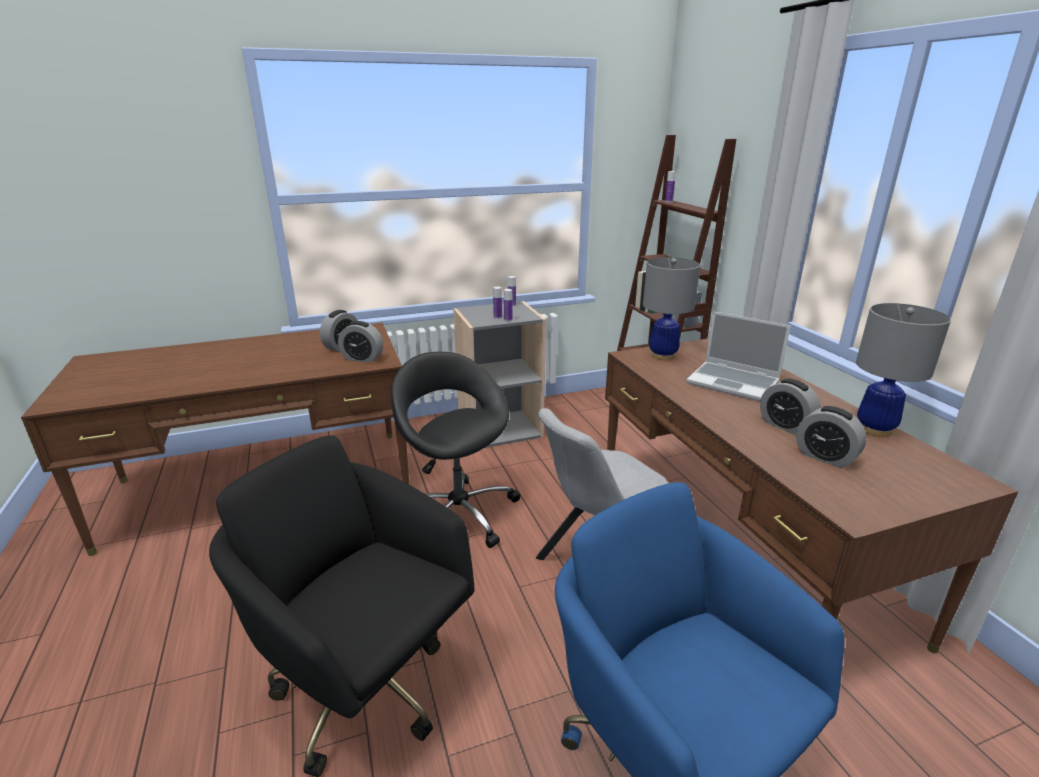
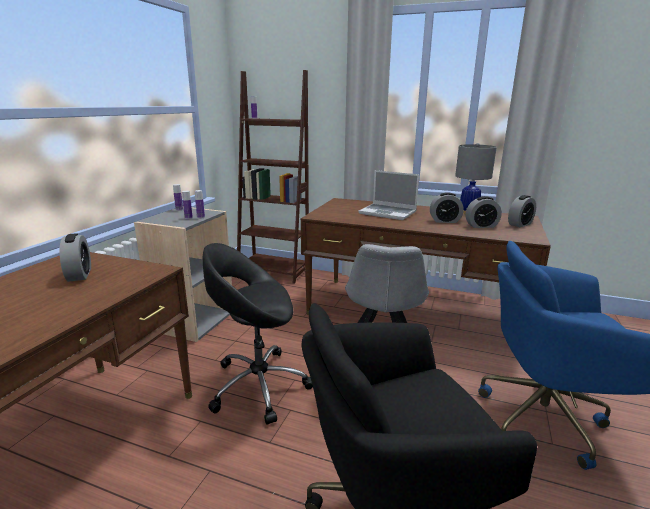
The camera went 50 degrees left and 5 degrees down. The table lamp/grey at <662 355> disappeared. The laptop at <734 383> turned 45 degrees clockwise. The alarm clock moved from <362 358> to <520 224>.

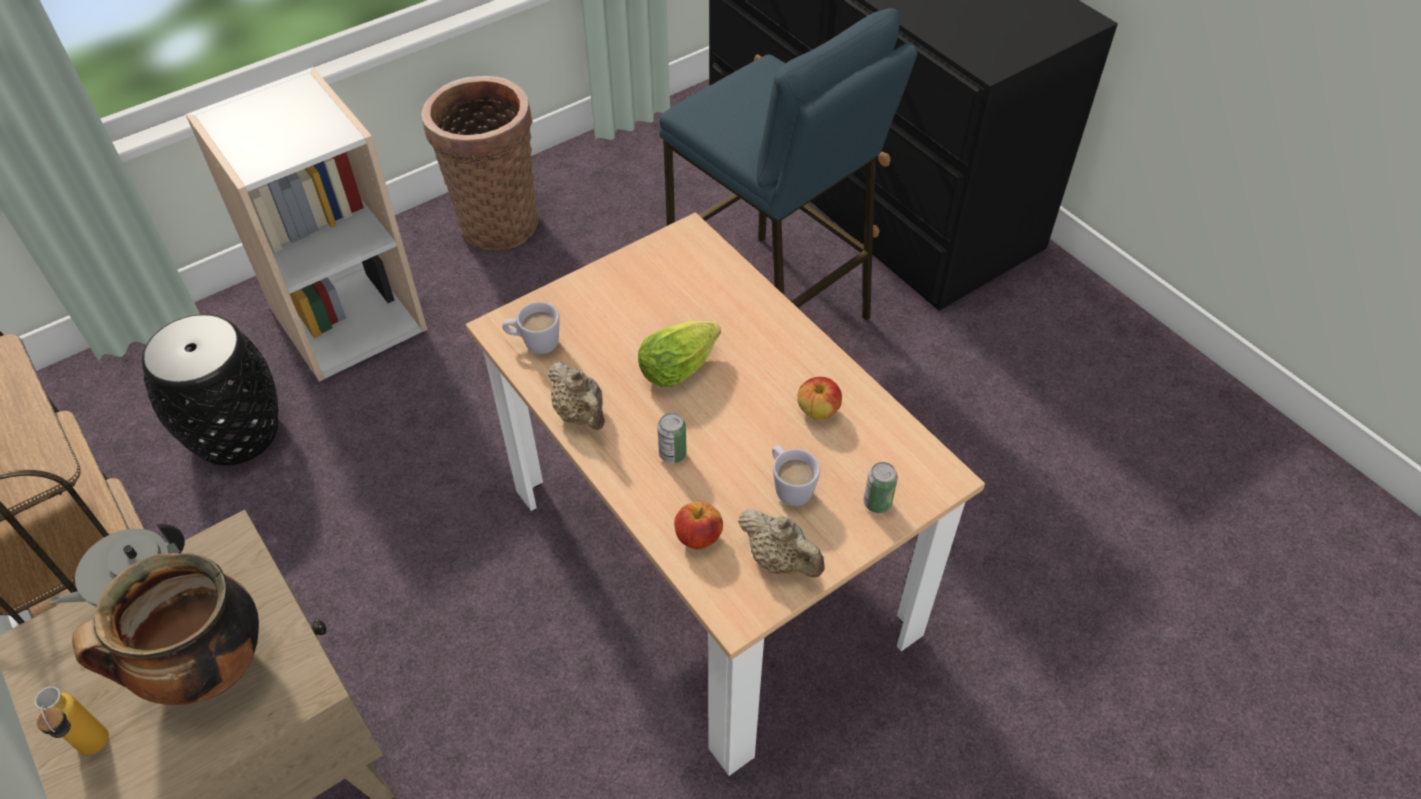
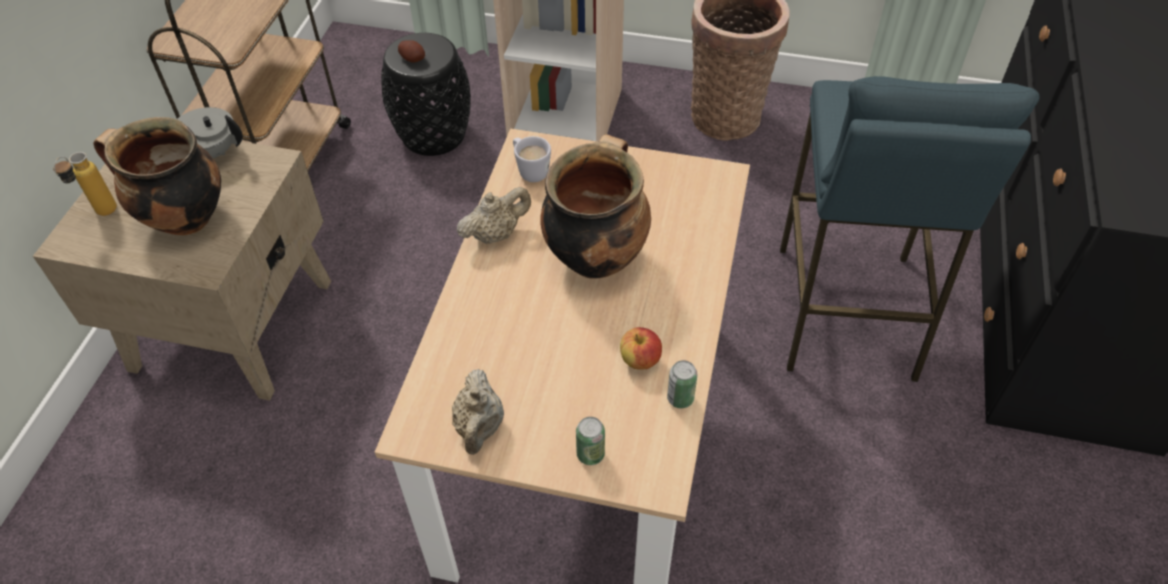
The camera went 50 degrees right and 0 degrees up. The lettuce at <682 366> was replaced by the cooking pot at <595 256>. The teapot/beige at <581 414> turned 135 degrees counterclockwise. The can moved from <672 454> to <680 398>. The mug/white at <789 486> disappeared. The apple at <698 537> disappeared. The potato at <413 58> appeared.

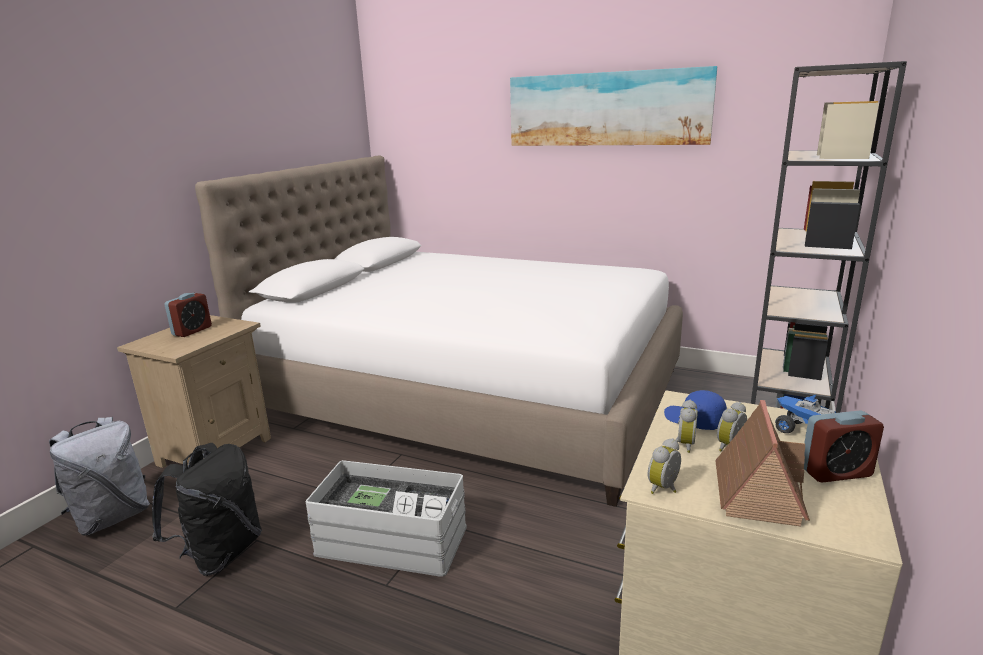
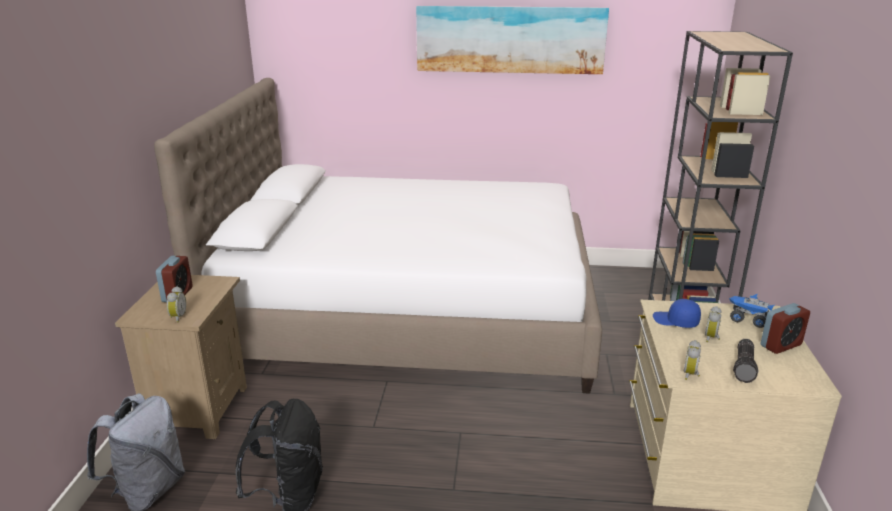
The camera went 20 degrees left and 5 degrees up. The alarm clock moved from <683 444> to <177 317>. The toy house at <756 492> was replaced by the flashlight at <745 367>. The storage box/grey at <393 539> disappeared.

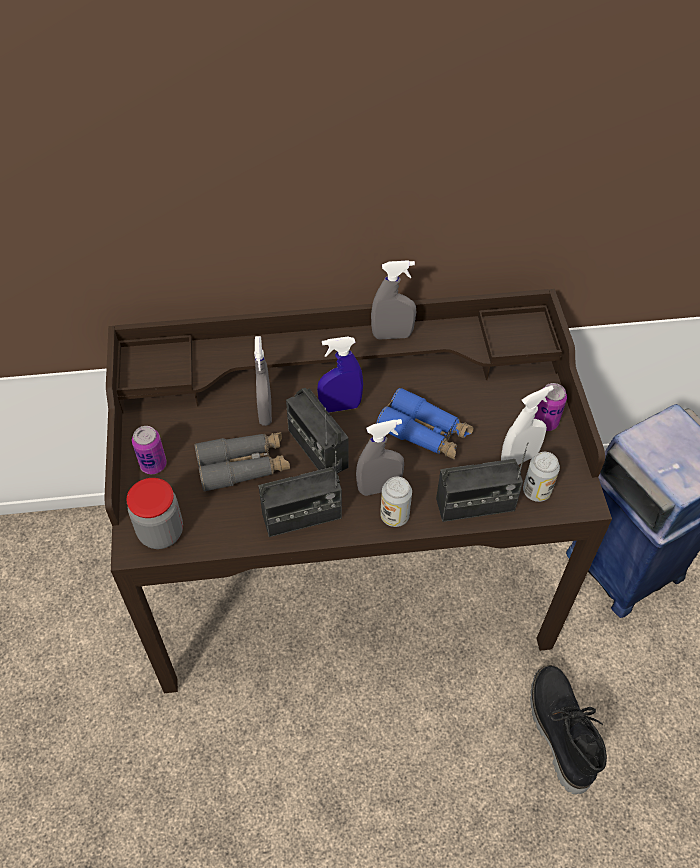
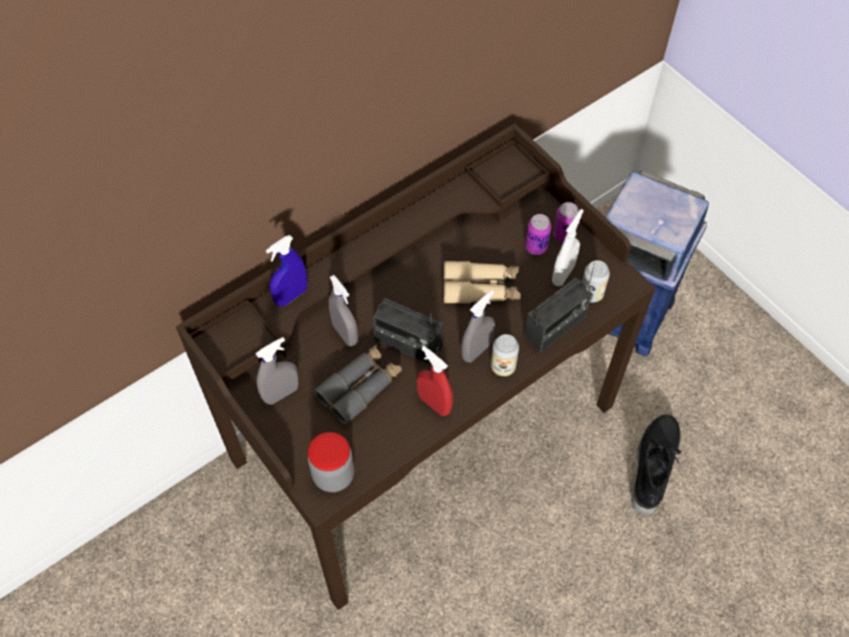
The camera went 30 degrees left and 5 degrees up. The spray bottle/grey moved from <392 335> to <281 394>. The spray bottle/blue moved from <340 406> to <291 296>. The binoculars/blue at <425 432> became the binoculars/beige at <481 288>. The can moved from <153 465> to <536 247>. The radio at <302 516> was replaced by the spray bottle/red at <434 403>. The boot/black at <557 731> turned 60 degrees clockwise.

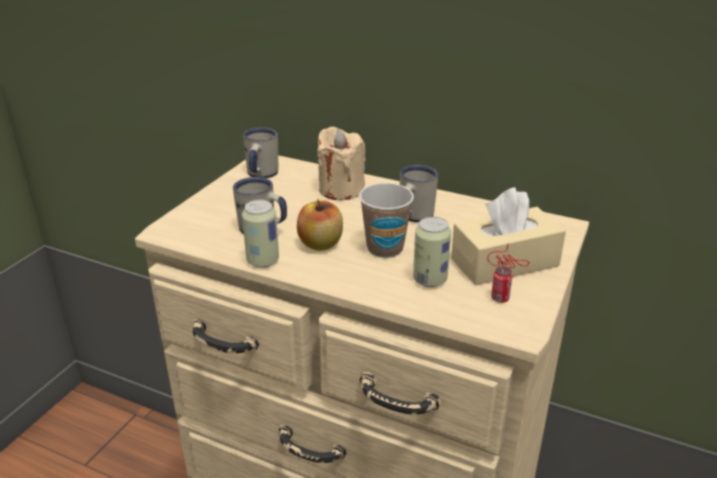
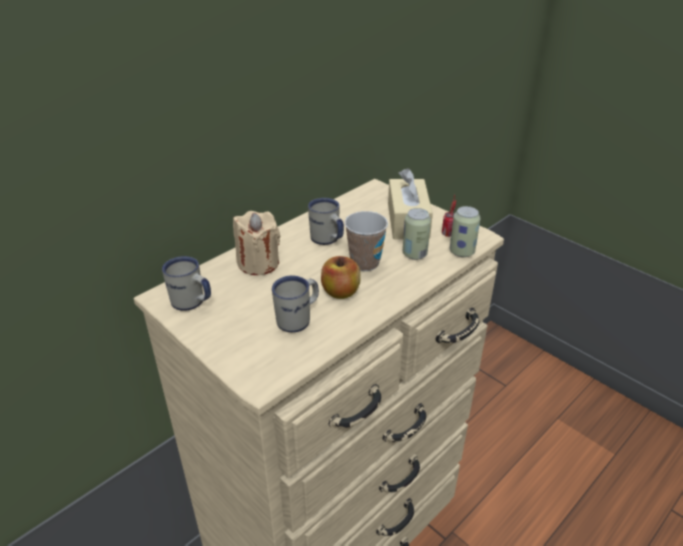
The camera went 70 degrees left and 5 degrees up. The can moved from <263 260> to <462 252>.

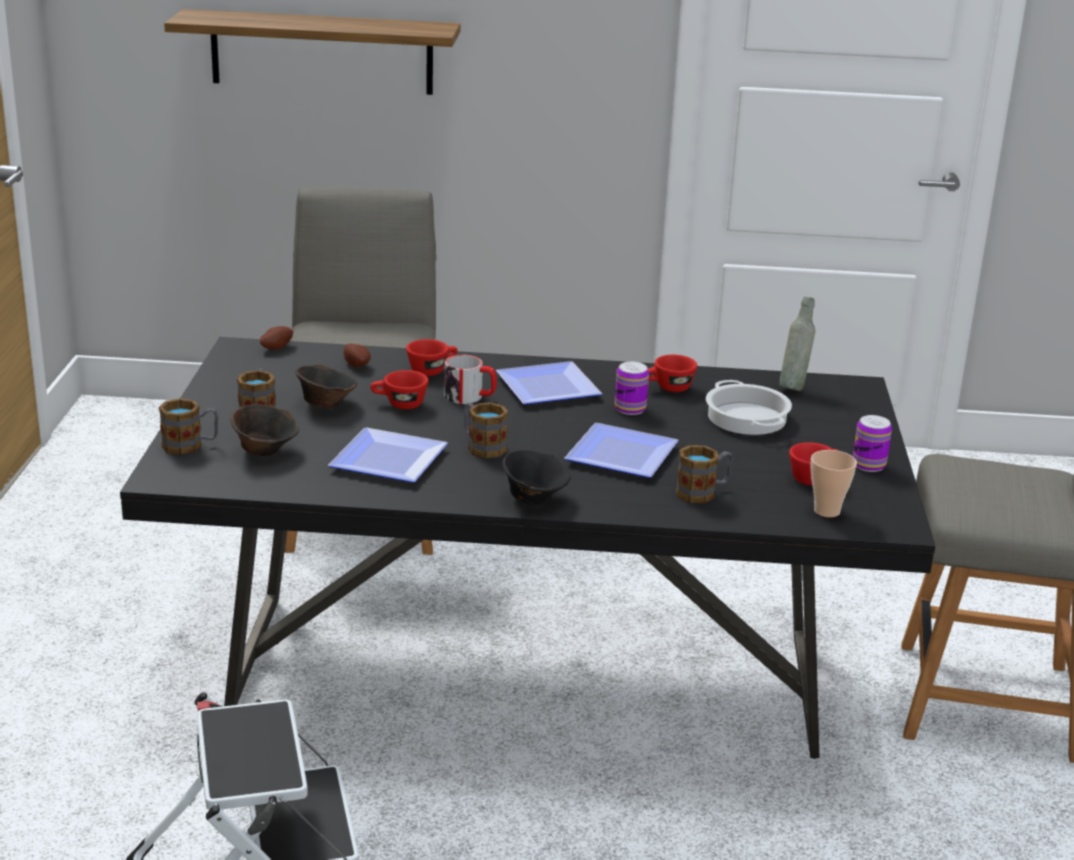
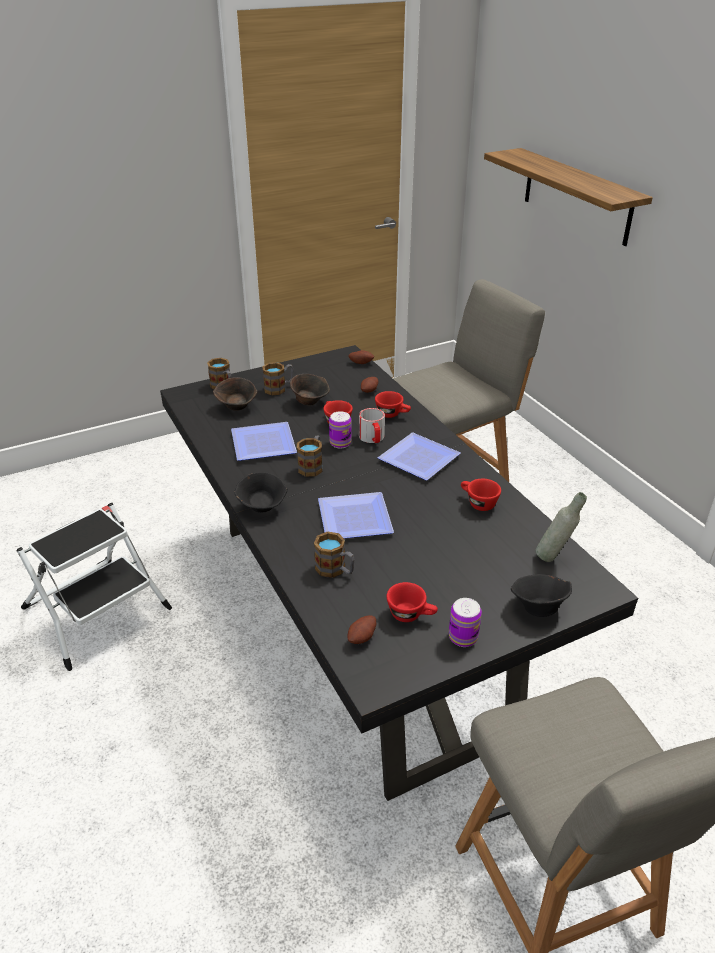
The camera went 60 degrees right and 10 degrees up. The can moved from <630 409> to <340 443>. The cooking pot at <745 418> disappeared. The cup at <827 511> was replaced by the potato at <362 638>. The bowl/black at <537 608> appeared.

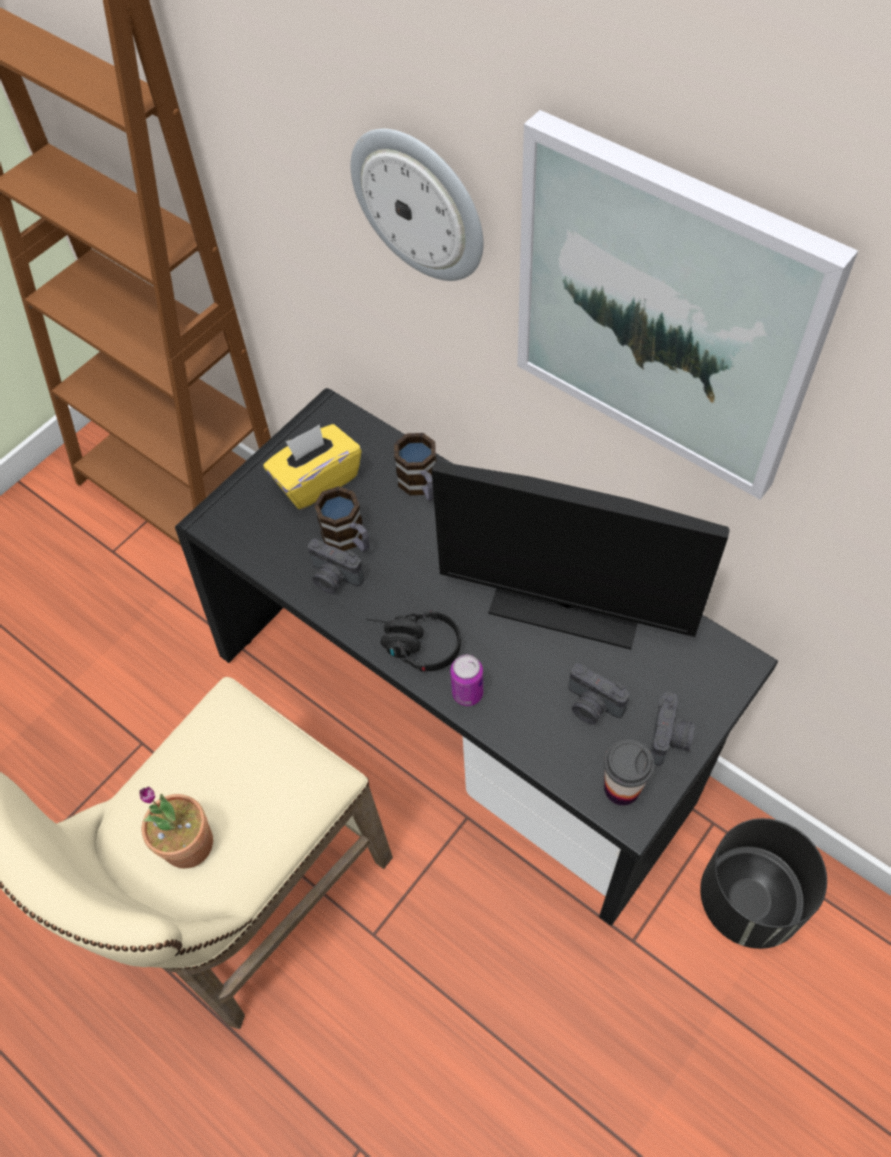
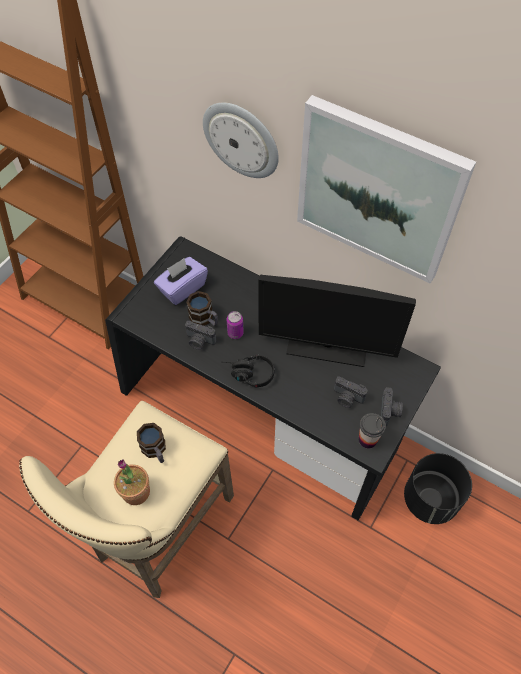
The camera went 10 degrees left and 0 degrees up. The tissue box/yellow at <317 480> became the tissue box/purple at <182 288>. The mug moved from <421 486> to <155 451>. The can moved from <467 693> to <235 333>.

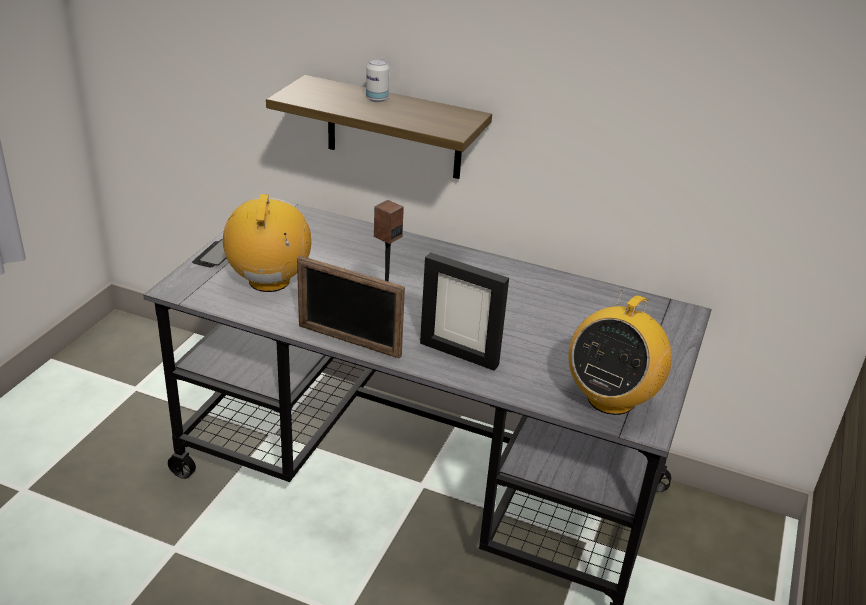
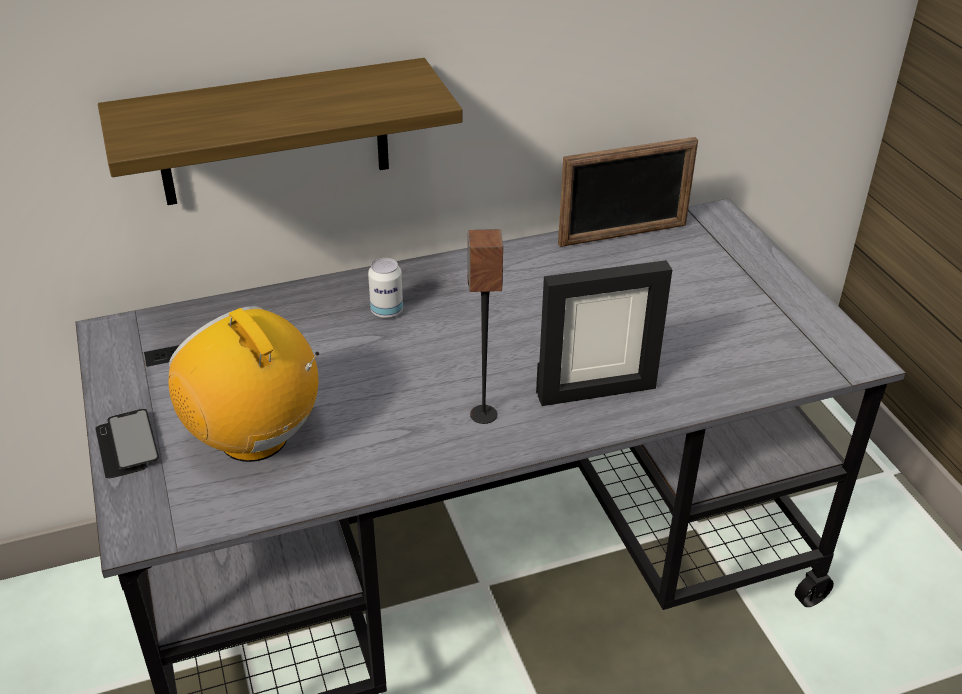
The camera went 40 degrees left and 5 degrees up. The can moved from <377 99> to <387 311>. The picture frame moved from <349 341> to <623 235>. The radio at <610 399> disappeared.

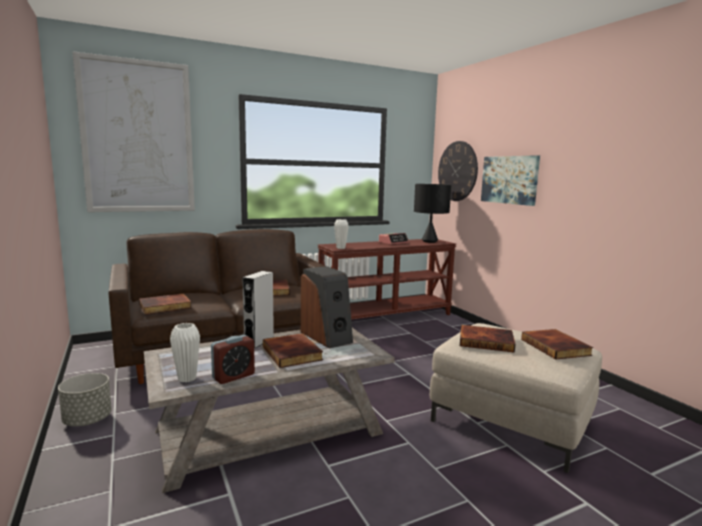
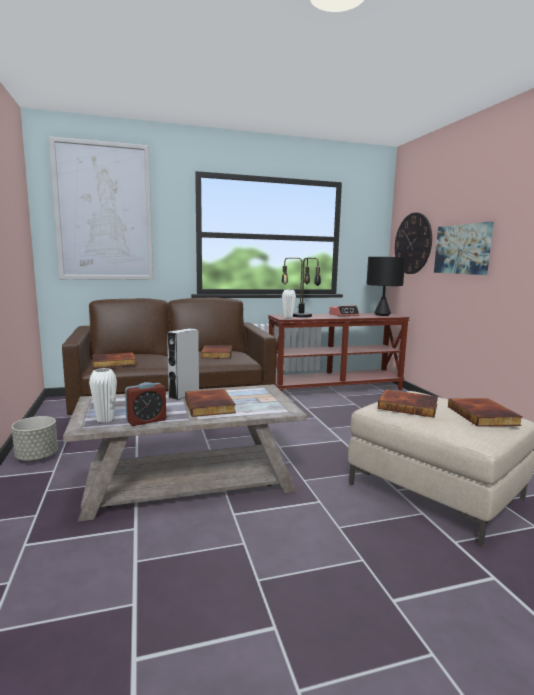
The camera went 10 degrees right and 0 degrees up. The speaker at <327 336> disappeared. The table lamp at <301 316> appeared.

